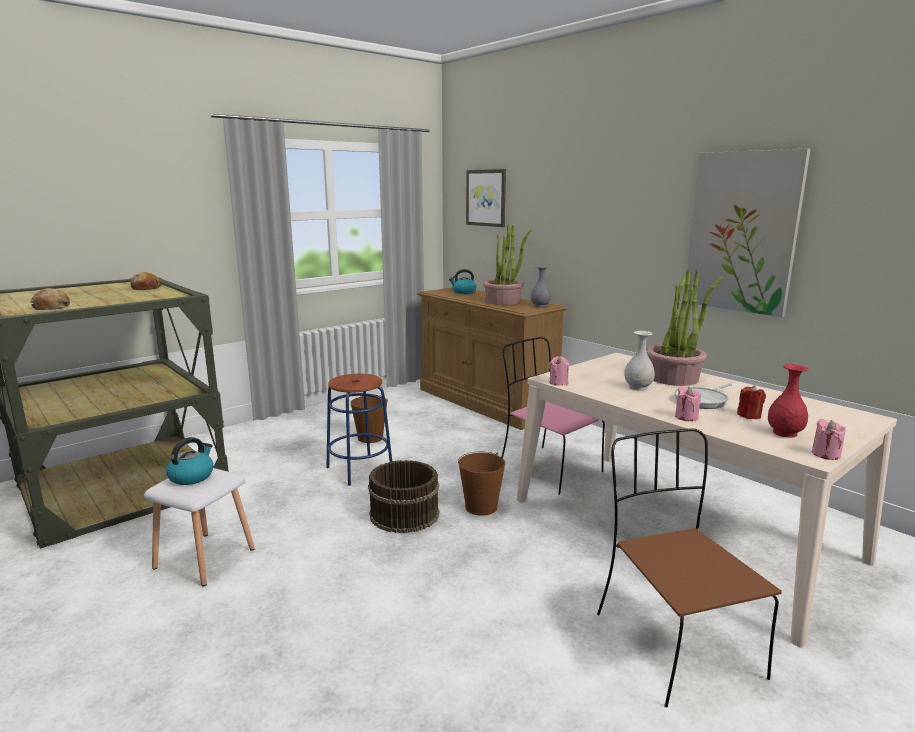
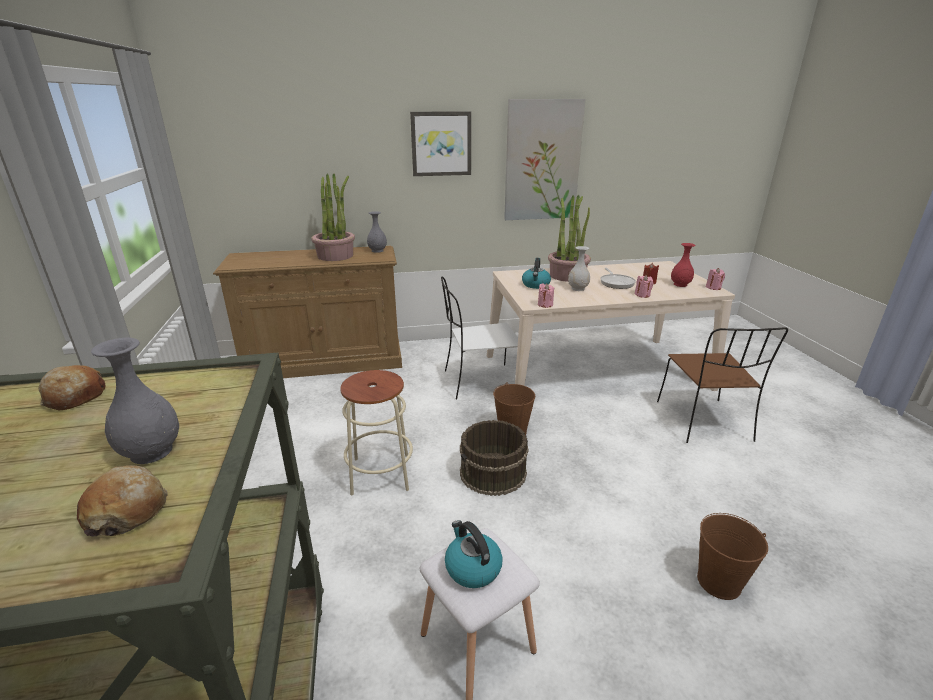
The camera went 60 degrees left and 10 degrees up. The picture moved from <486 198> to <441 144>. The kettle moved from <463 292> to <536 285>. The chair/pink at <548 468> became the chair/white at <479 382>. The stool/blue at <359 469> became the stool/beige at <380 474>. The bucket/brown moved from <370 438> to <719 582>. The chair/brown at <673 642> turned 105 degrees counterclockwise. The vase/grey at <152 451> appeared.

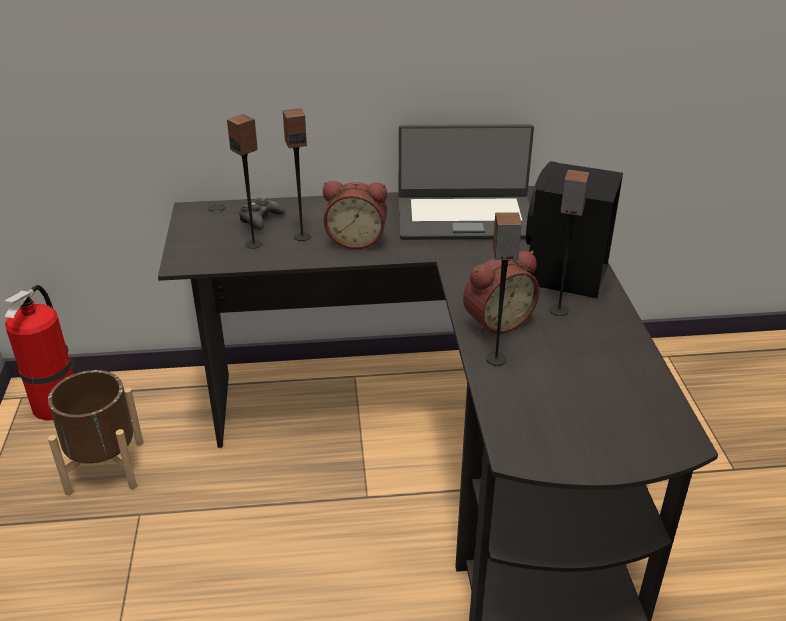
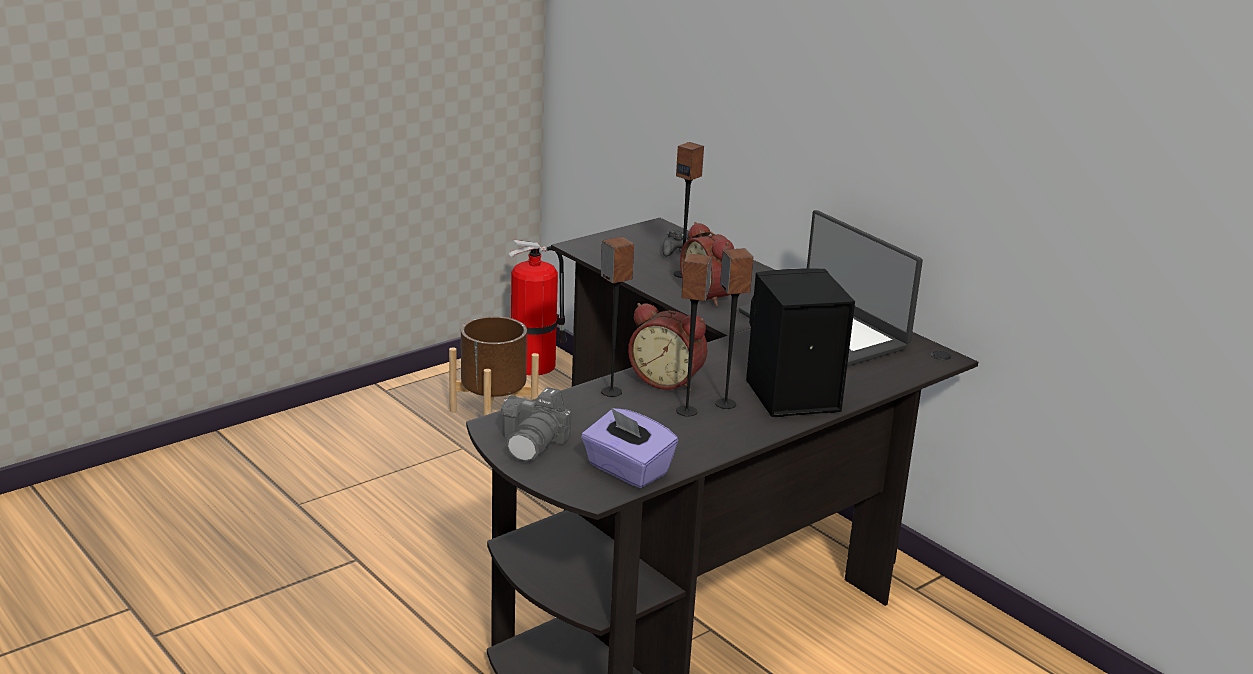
The camera went 55 degrees right and 10 degrees down. The speaker moved from <254 244> to <687 411>. The photo camera at <534 442> appeared. The tissue box/purple at <627 470> appeared.

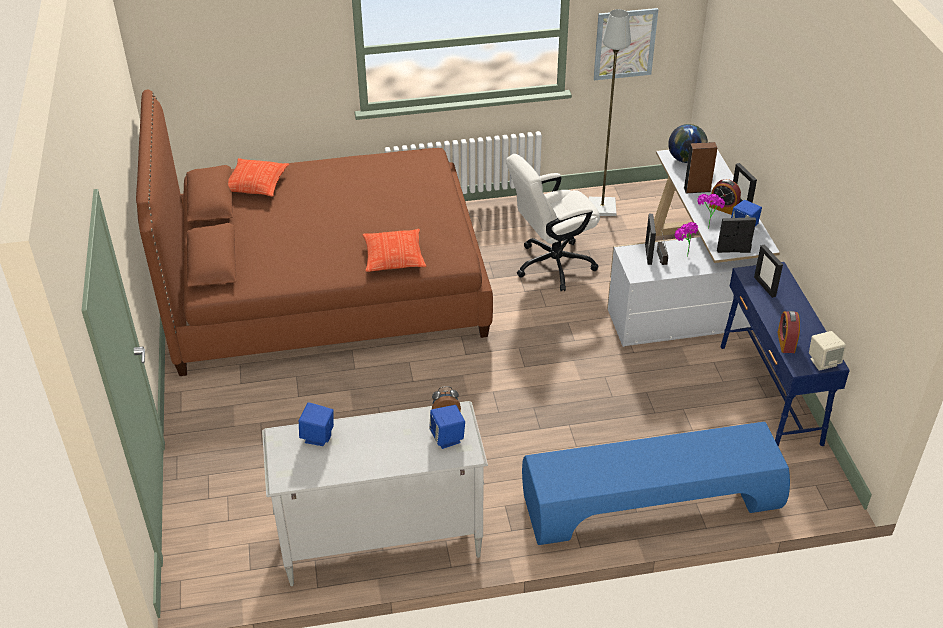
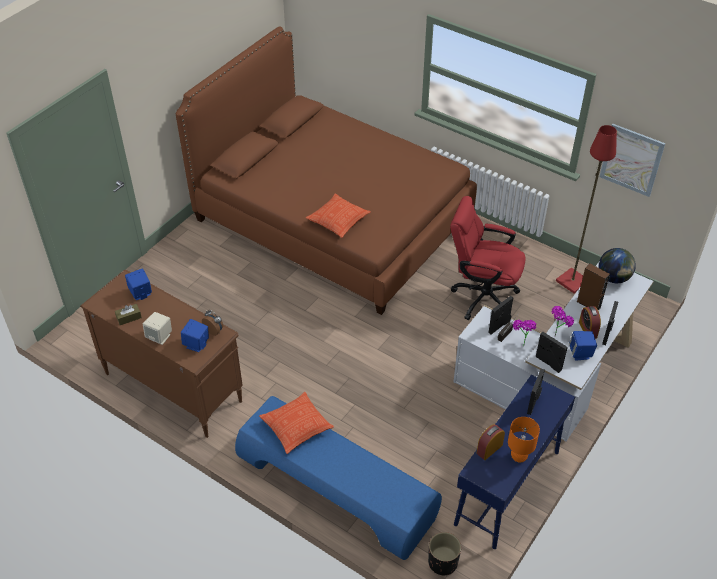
The camera went 45 degrees right and 5 degrees up. The floor lamp/grey at <602 208> became the floor lamp/red at <572 282>. The office chair/white at <551 266> became the office chair/red at <481 298>. The pillow/orange moved from <256 185> to <297 427>. The speaker/beige moved from <823 362> to <160 336>. The dresser/white at <380 541> became the dresser/brown at <173 386>. The tissue box/brown at <129 317> appeared. The table lamp/orange at <518 456> appeared. The planter/black at <442 562> appeared.

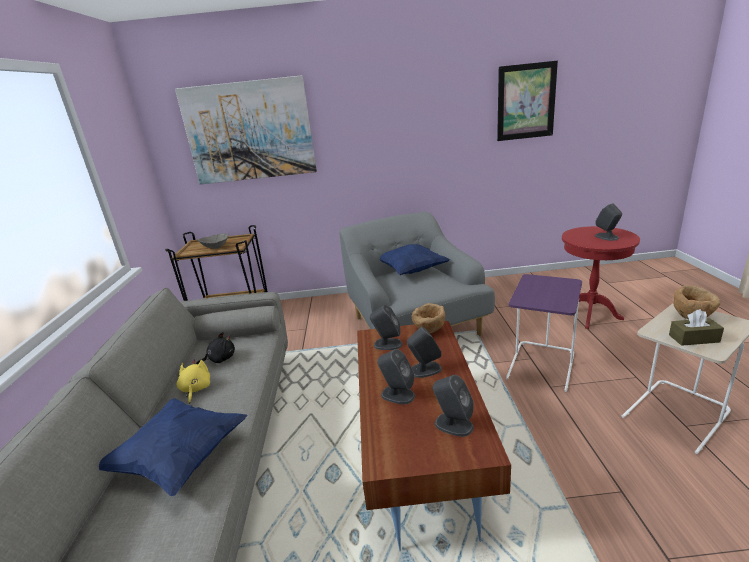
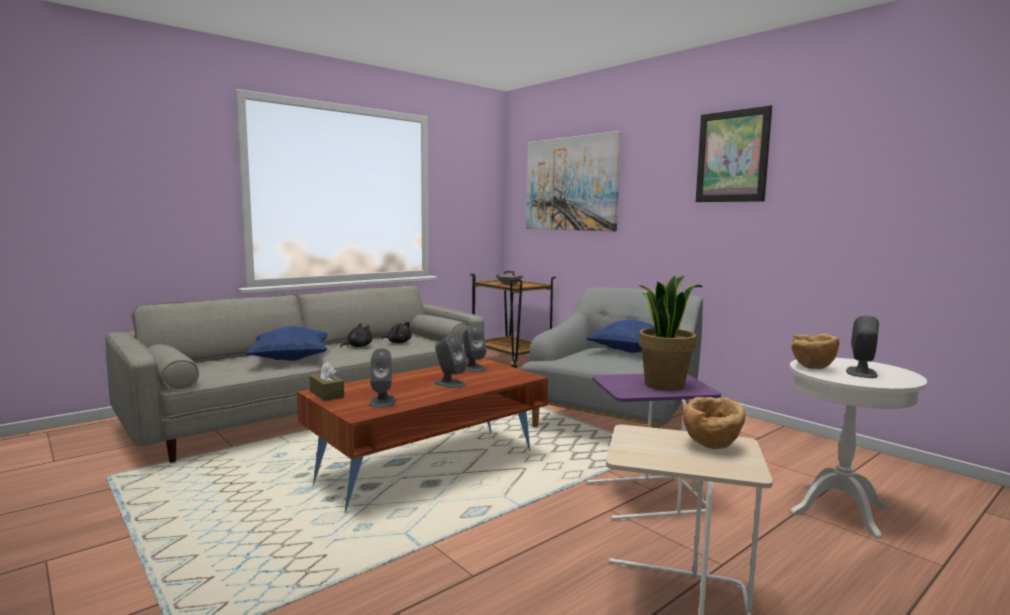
The camera went 50 degrees right and 15 degrees down. The picture moved from <526 102> to <732 156>. The side table/red at <590 314> became the side table/white at <839 510>. The bowl/brown moved from <429 331> to <812 368>. The tissue box/brown moved from <693 338> to <326 394>. The speaker/grey at <397 395> disappeared. The plush toy/yellow at <195 389> became the plush toy/black at <358 346>. The potted plant at <664 385> appeared.

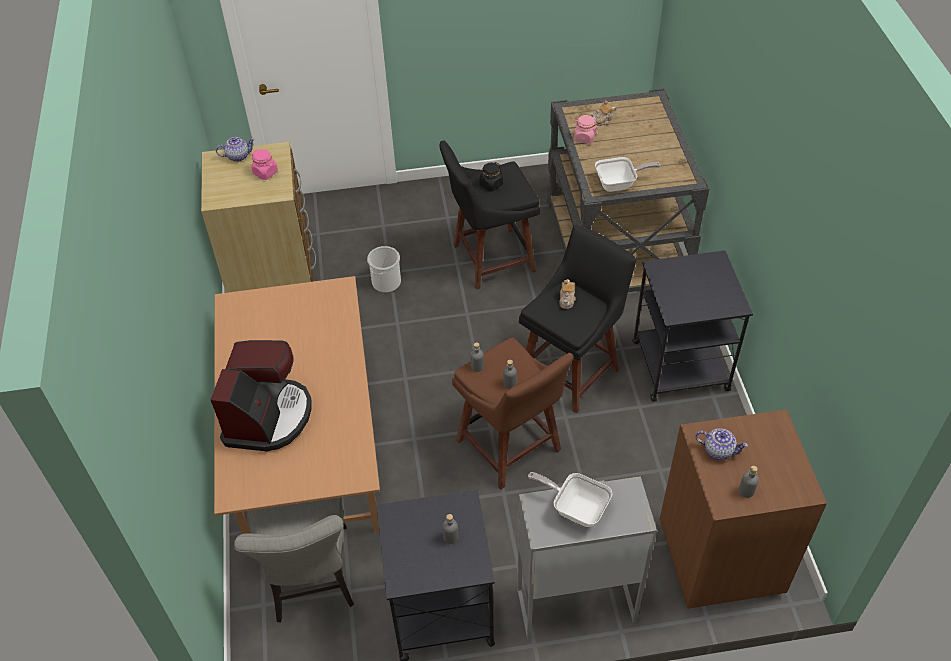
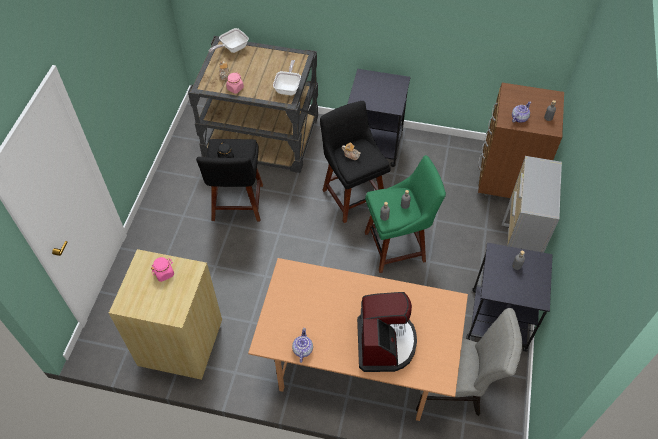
The camera went 70 degrees left and 5 degrees up. The teapot moved from <237 156> to <302 350>. The bucket at <386 282> disappeared. The stool/brown at <511 448> became the stool/green at <398 246>. The coffee machine at <268 417> turned 60 degrees clockwise. The frying pan moved from <575 507> to <232 48>.

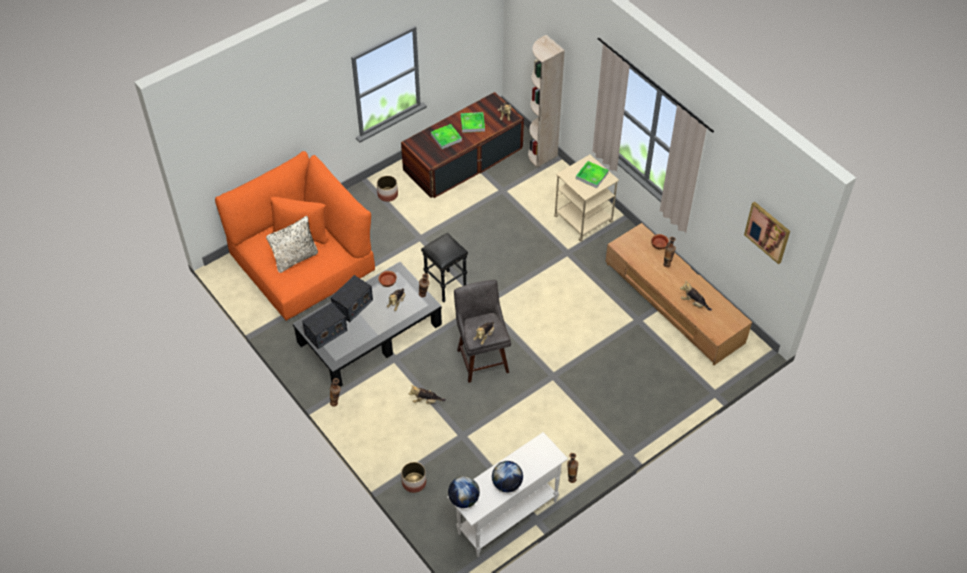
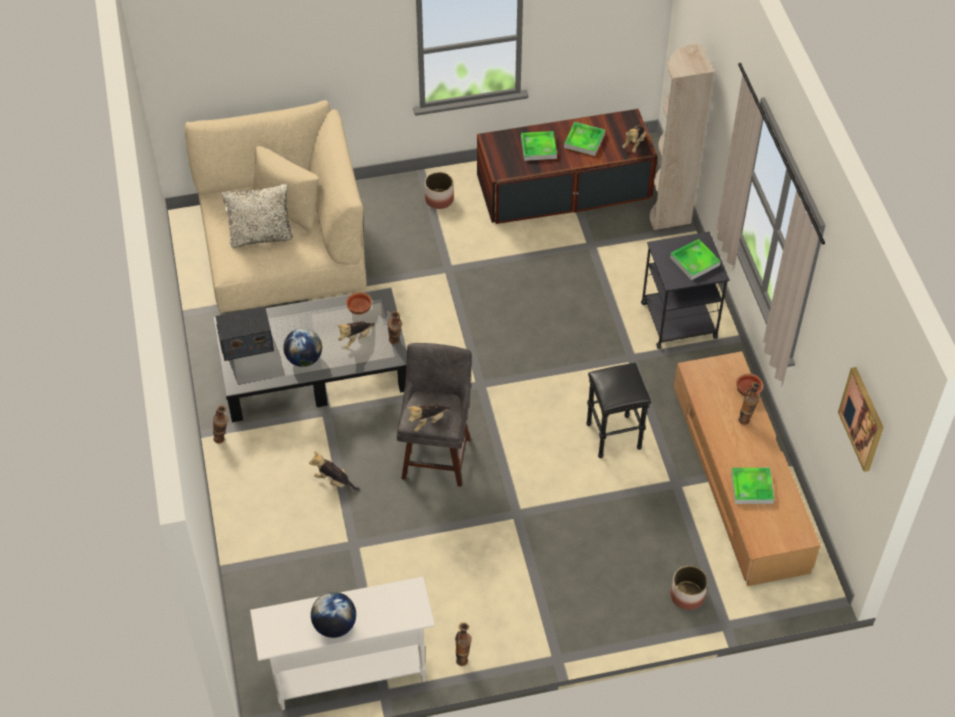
The camera went 25 degrees right and 0 degrees up. The sofa/orange at <302 263> became the sofa/beige at <283 249>. The cart/beige at <583 220> became the cart/black at <679 322>. The stool/black moved from <446 285> to <614 435>. The radio at <352 305> disappeared. The plush toy at <694 303> was replaced by the tray at <752 487>. The planter moved from <414 482> to <687 596>. The globe moved from <463 499> to <304 359>.

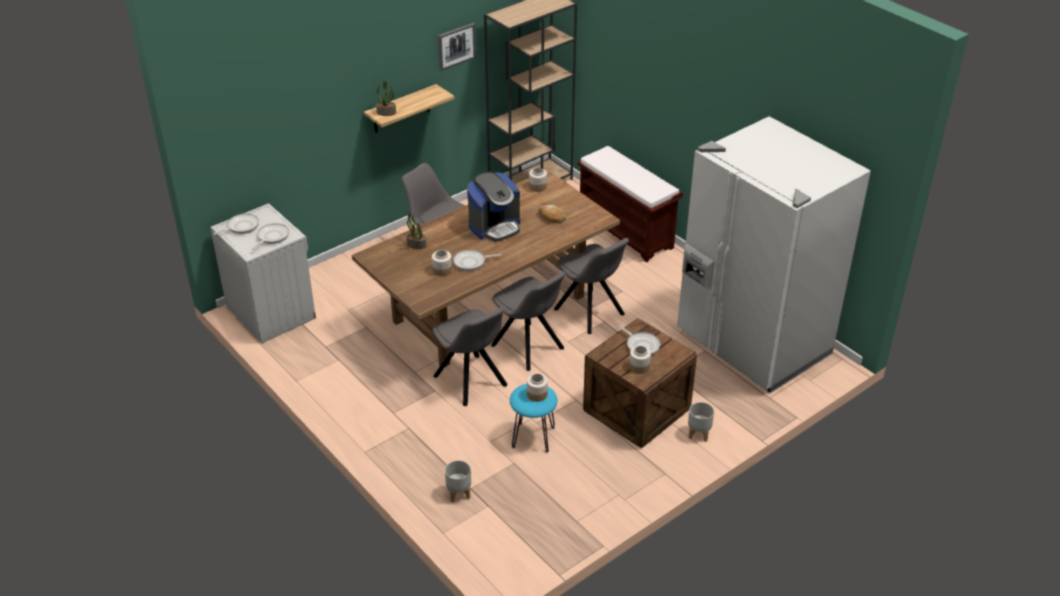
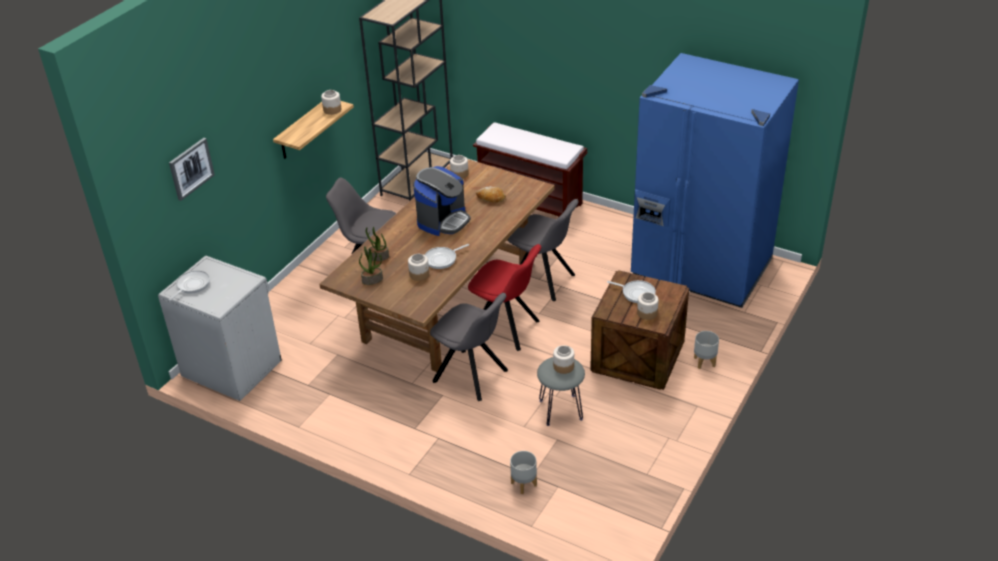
The camera went 20 degrees left and 0 degrees up. The picture moved from <456 46> to <191 168>. The potted plant moved from <386 112> to <372 280>. The fridge/white at <753 343> became the fridge/blue at <701 268>. The frying pan at <272 237> disappeared. The chair/grey at <528 347> became the chair/red at <505 329>. The stool/turquoise at <533 437> became the stool/grey at <560 410>. The jar at <332 110> appeared.

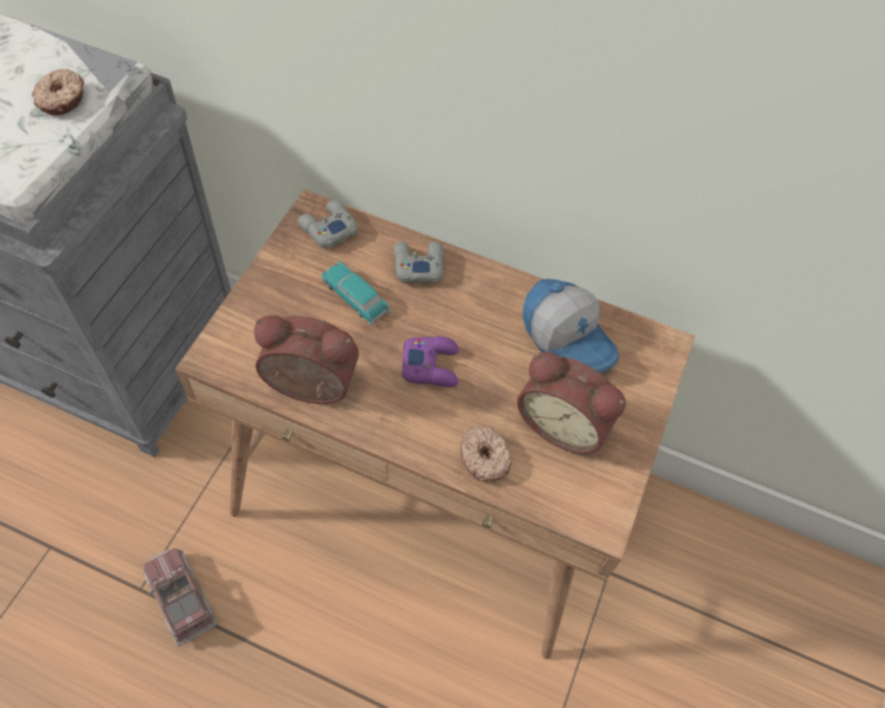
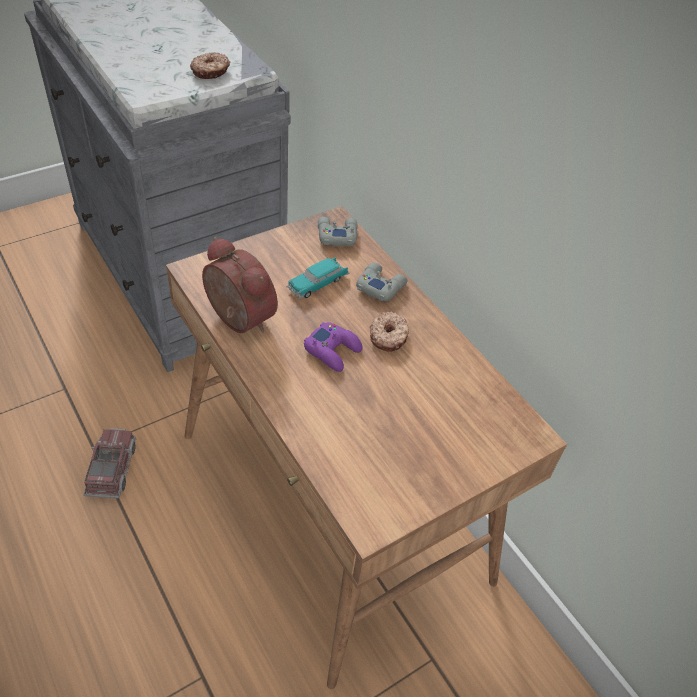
The camera went 35 degrees right and 10 degrees down. The toy car at <355 297> turned 120 degrees counterclockwise. The cap at <568 337> disappeared. The alarm clock at <563 422> disappeared. The donut moved from <485 457> to <389 336>.

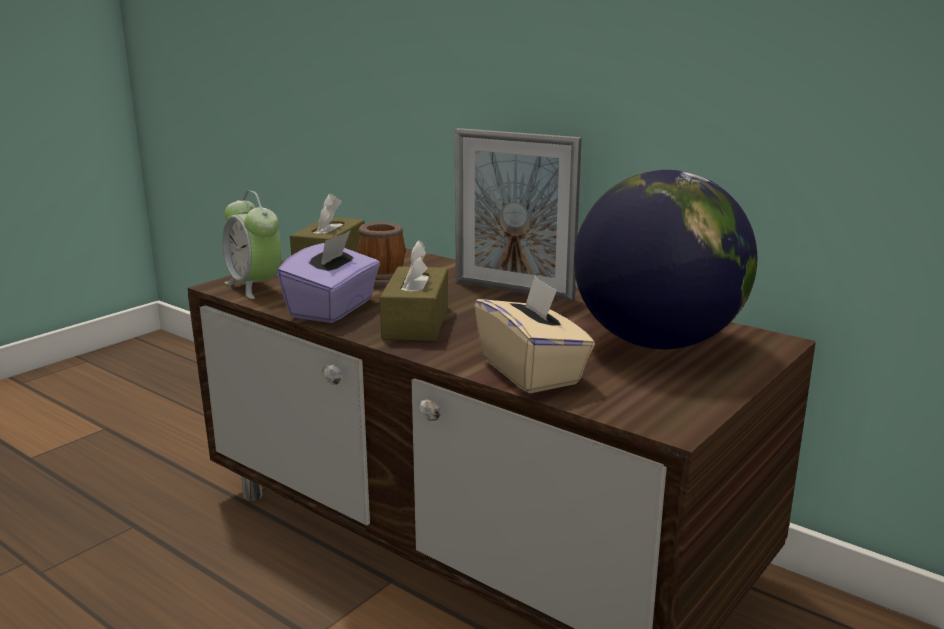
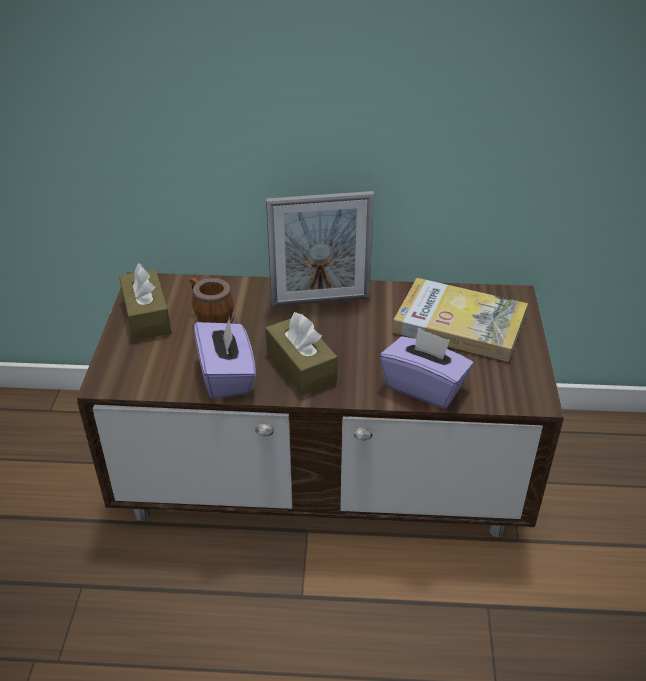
The camera went 35 degrees left and 20 degrees up. The globe at <657 342> was replaced by the book at <459 324>. The alarm clock at <255 287> disappeared. The tissue box/beige at <532 372> became the tissue box/purple at <424 386>.

